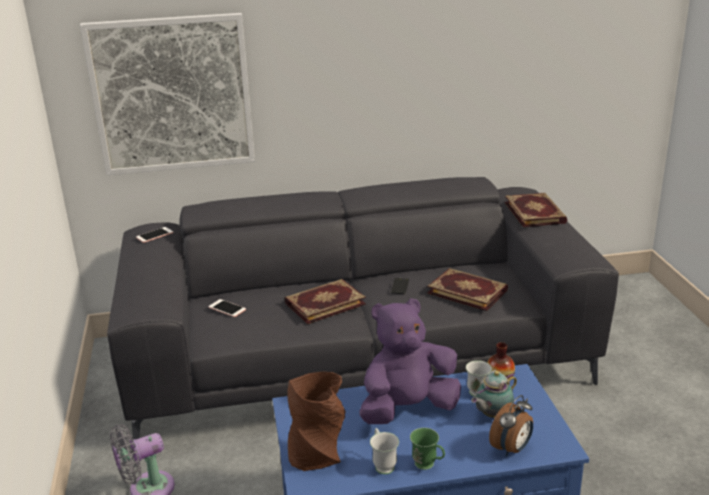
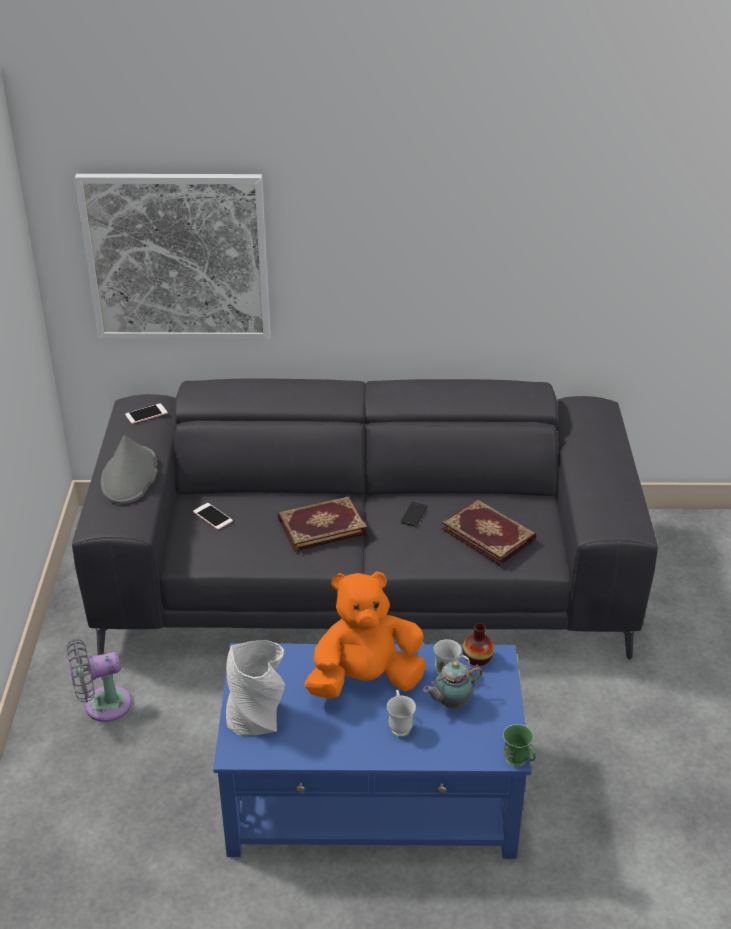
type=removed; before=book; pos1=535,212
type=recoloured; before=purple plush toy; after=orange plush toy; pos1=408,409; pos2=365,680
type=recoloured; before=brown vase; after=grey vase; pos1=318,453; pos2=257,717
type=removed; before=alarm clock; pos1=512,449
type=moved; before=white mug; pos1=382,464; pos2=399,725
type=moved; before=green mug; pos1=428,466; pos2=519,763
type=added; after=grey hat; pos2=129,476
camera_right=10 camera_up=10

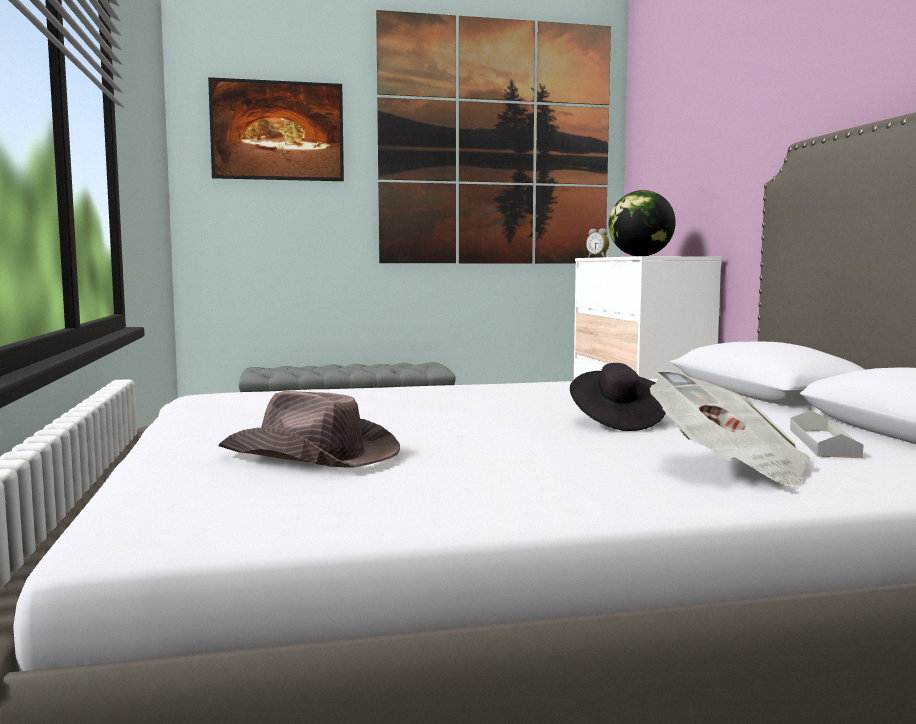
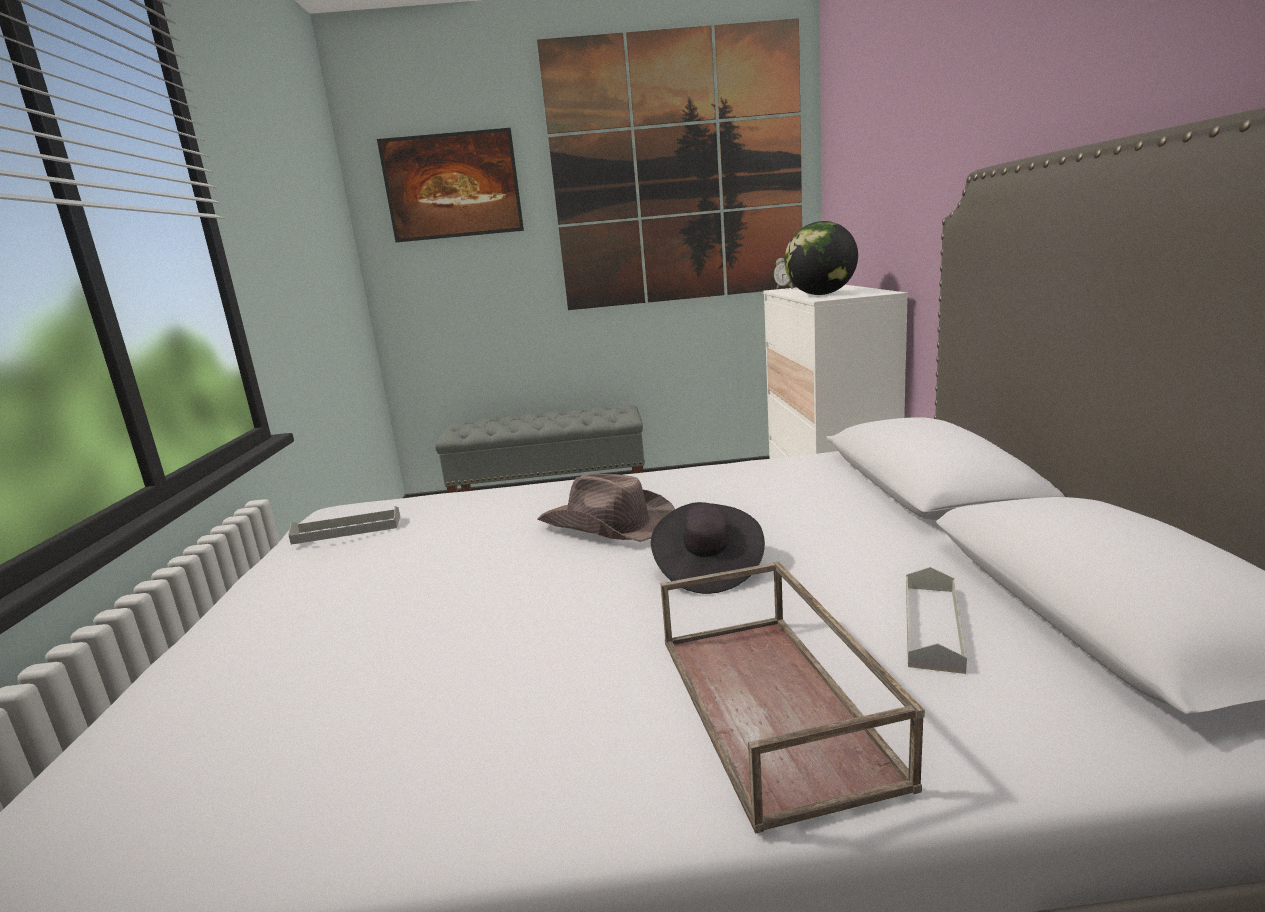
type=replaced; before=newspaper; after=brown tray; pos1=729,468; pos2=775,706
type=moved; before=brown hat; pos1=311,456; pos2=608,524
type=added; after=grey tray; pos2=347,530
camera_right=10 camera_up=10

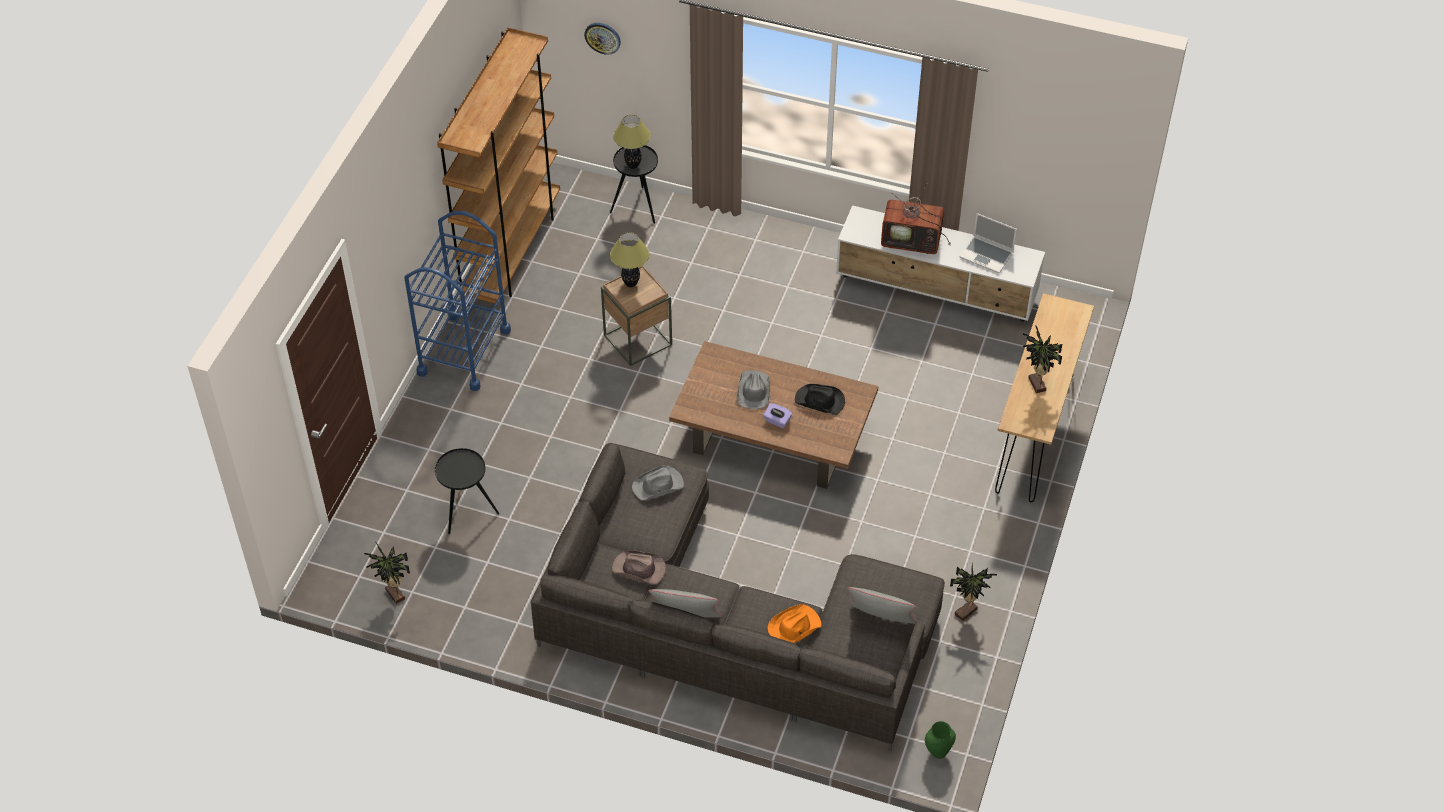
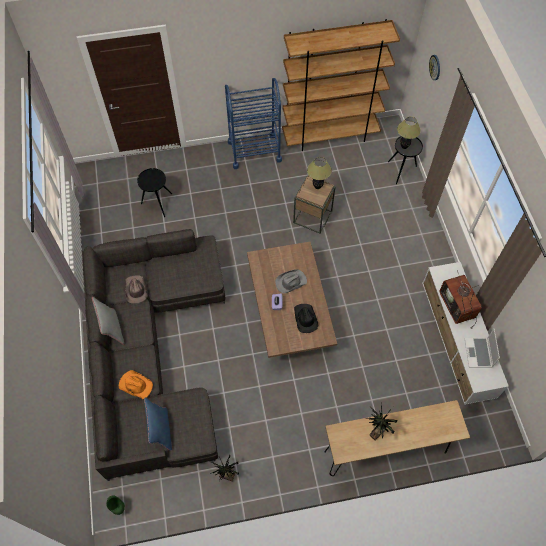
type=removed; before=grey hat; pos1=658,485
type=removed; before=potted plant; pos1=394,595
type=recoloured; before=grey pillow; after=blue pillow; pos1=880,624; pos2=161,430
camera_right=60 camera_up=10

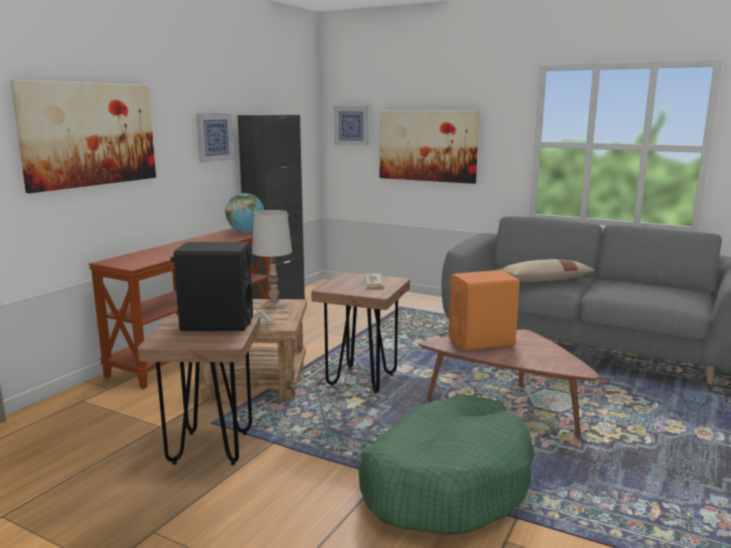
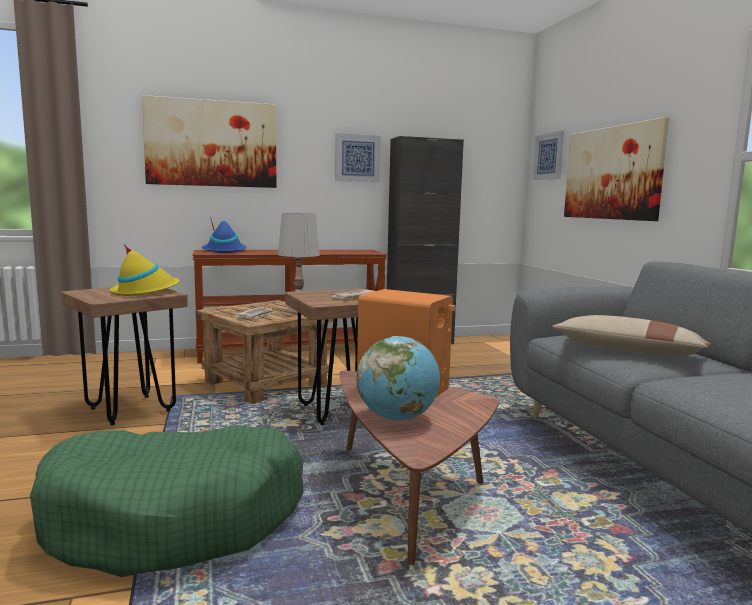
type=moved; before=globe; pos1=246,232; pos2=397,418
type=replaced; before=black speaker; after=yellow hat; pos1=217,323; pos2=145,292
type=added; after=blue hat; pos2=224,251
camera_right=45 camera_up=-5

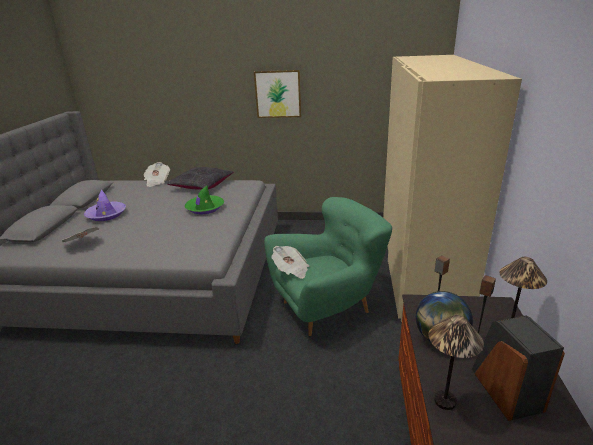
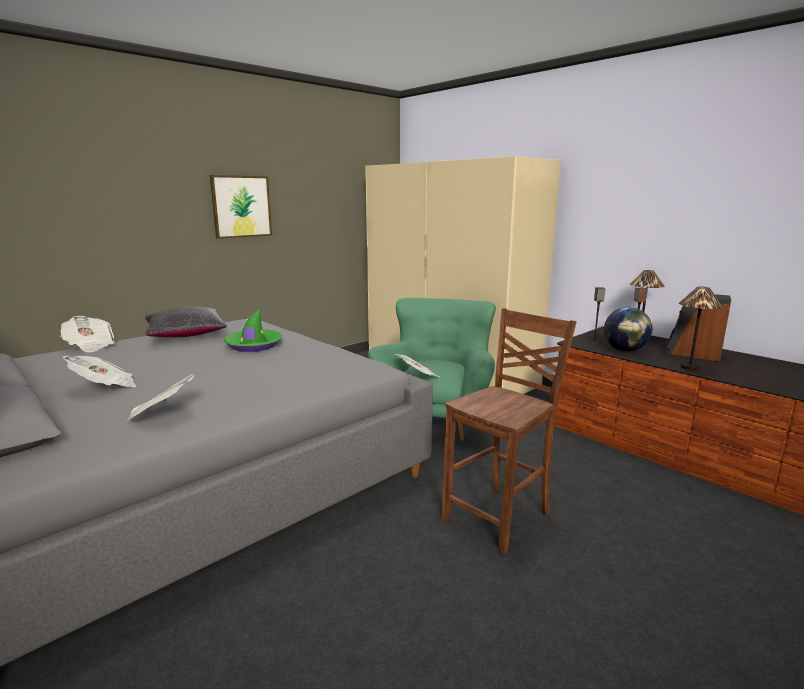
type=replaced; before=purple hat; after=newspaper; pos1=106,215; pos2=105,387
type=added; after=brown chair; pos2=500,517
camera_right=-50 camera_up=-10

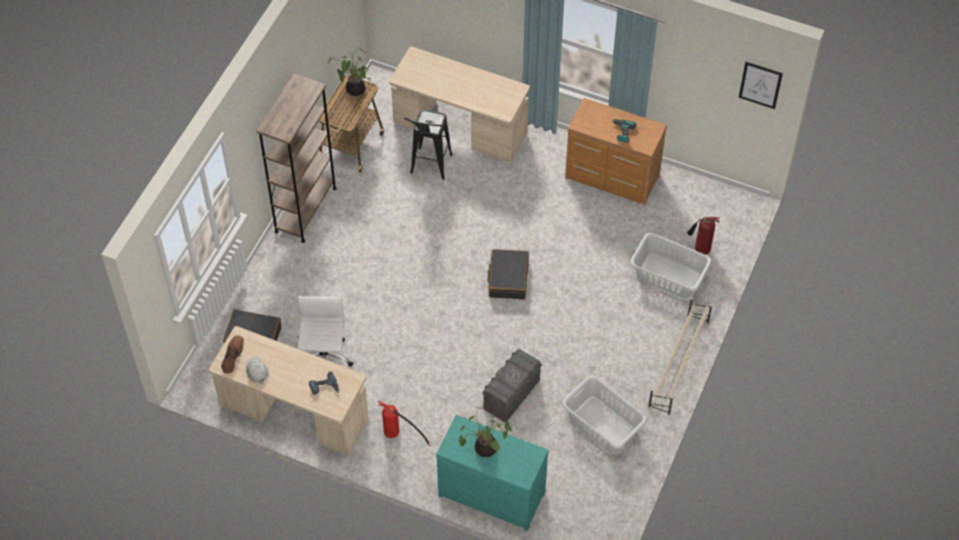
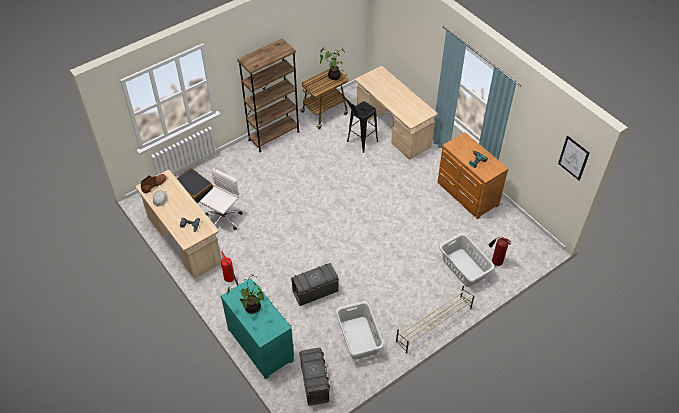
type=removed; before=black suitcase; pos1=508,279
type=added; after=grey storage box; pos2=314,383
camera_right=30 camera_up=-5

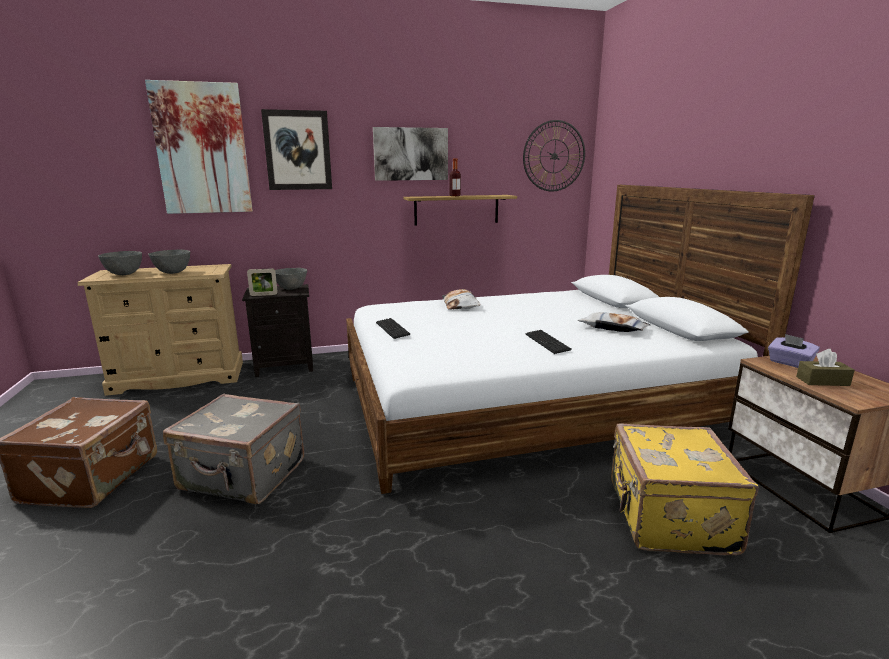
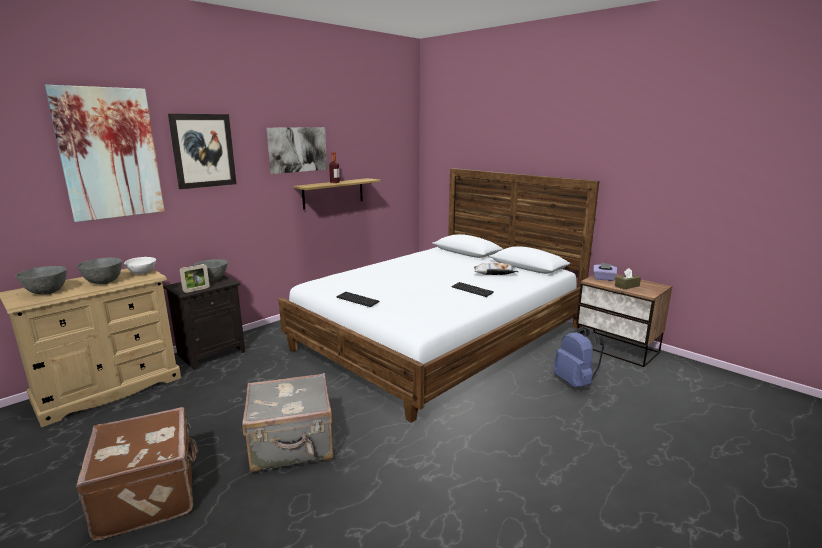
type=removed; before=wall clock; pos1=554,156
type=removed; before=pillow; pos1=460,305
type=replaced; before=yellow suitcase; after=blue backpack; pos1=667,517; pos2=575,382
type=added; after=white bowl; pos2=142,273
camera_right=-30 camera_up=0

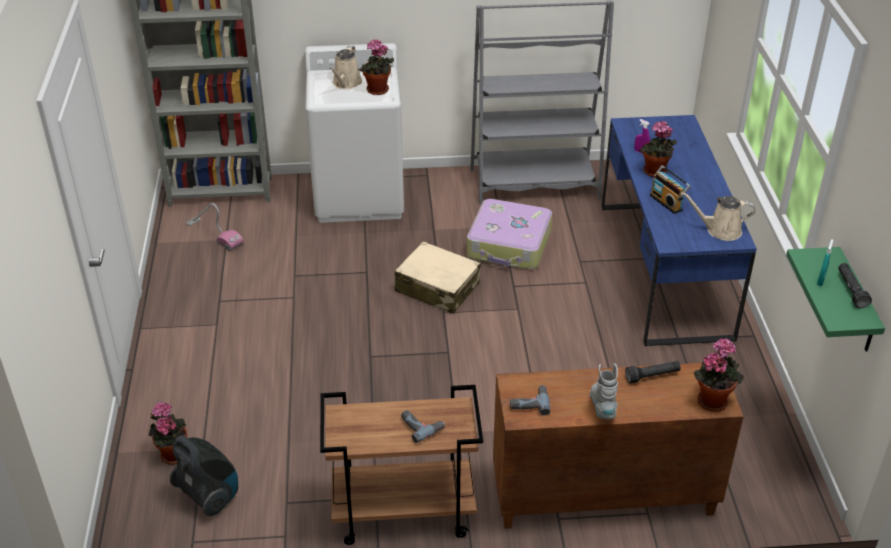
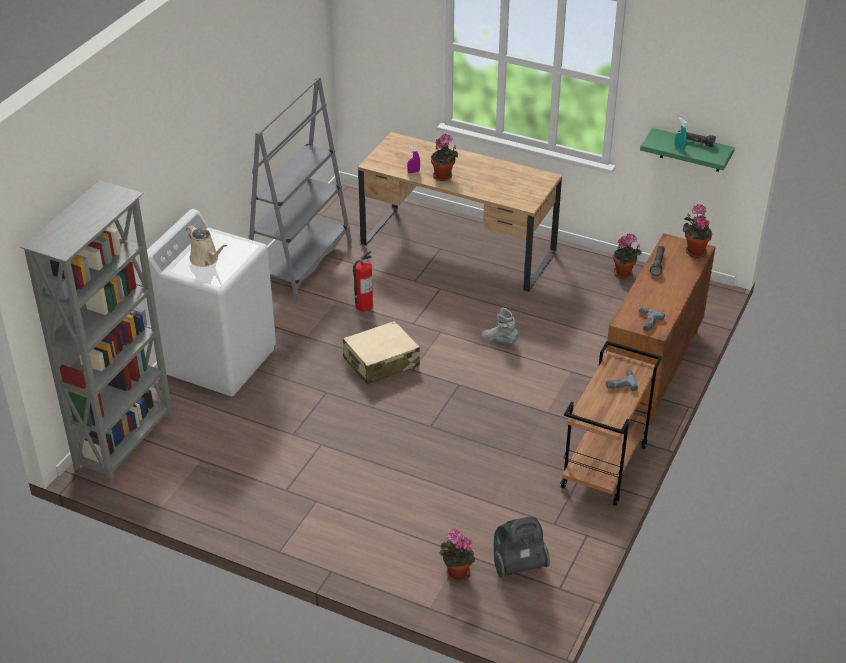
type=moved; before=potted plant; pos1=377,91; pos2=624,273
type=recoloured; before=blue desk; after=brown desk; pos1=663,269; pos2=457,248
type=removed; before=radio; pos1=667,202
type=removed; before=beige watering can; pos1=720,230
type=replaced; before=suitcase; after=fire extinguisher; pos1=509,245; pos2=363,306
type=removed; before=vacuum cleaner; pos1=214,234
type=moved; before=grey boot; pos1=602,407; pos2=499,341
camera_right=-60 camera_up=0

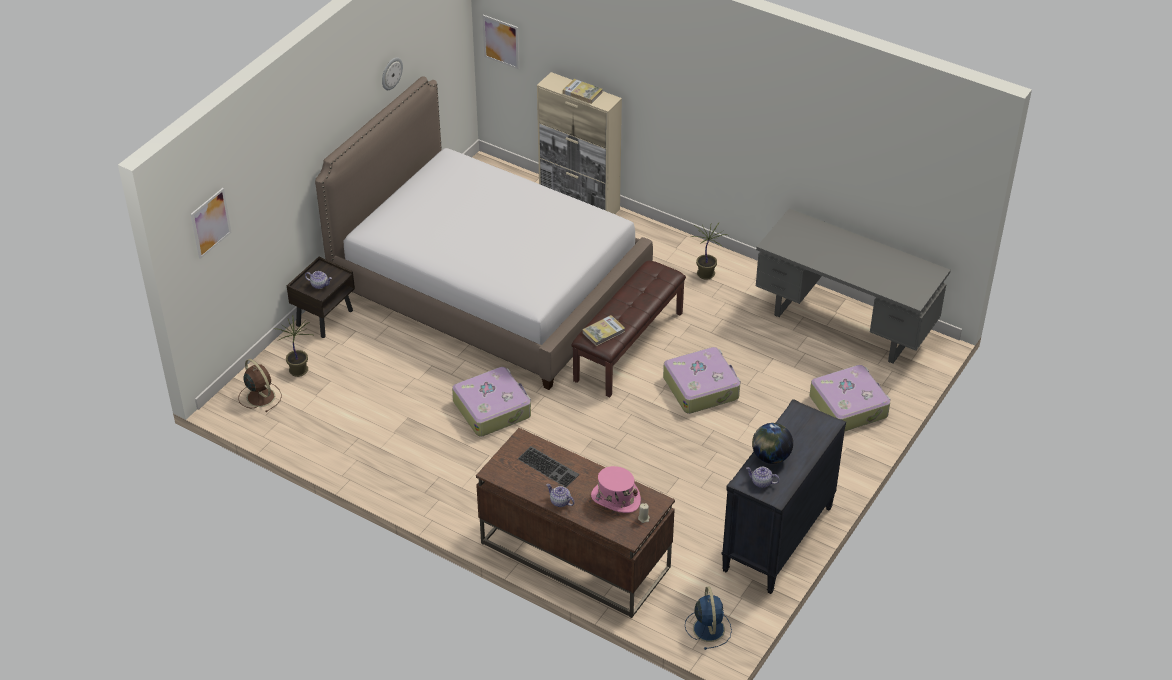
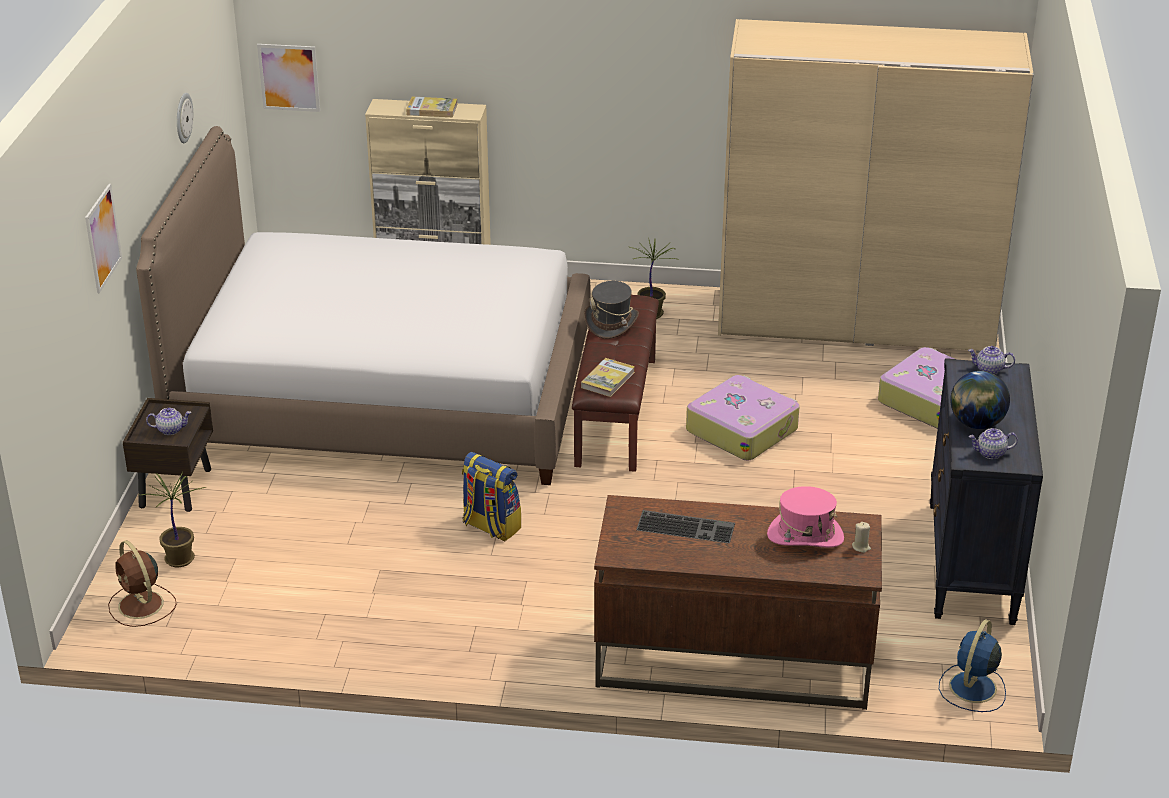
type=moved; before=picture; pos1=210,223; pos2=103,238
type=replaced; before=grey desk; after=beige wardrobe; pos1=845,324; pos2=856,321
type=turned; before=brown fan; pos1=260,396; pos2=142,606; turn=-150
type=replaced; before=suitcase; after=backpack; pos1=492,408; pos2=490,526
type=moved; before=teapot; pos1=560,502; pos2=989,370
type=turned; before=blue fan; pos1=708,628; pos2=972,688; turn=-120
type=added; after=grey hat; pos2=611,323
camera_right=-25 camera_up=-10

